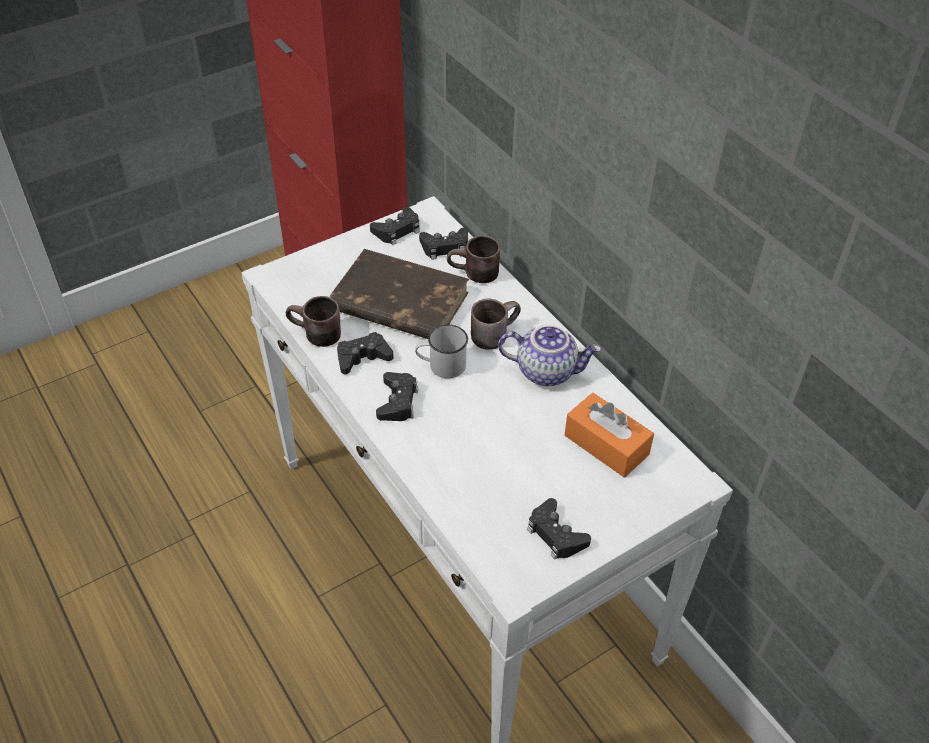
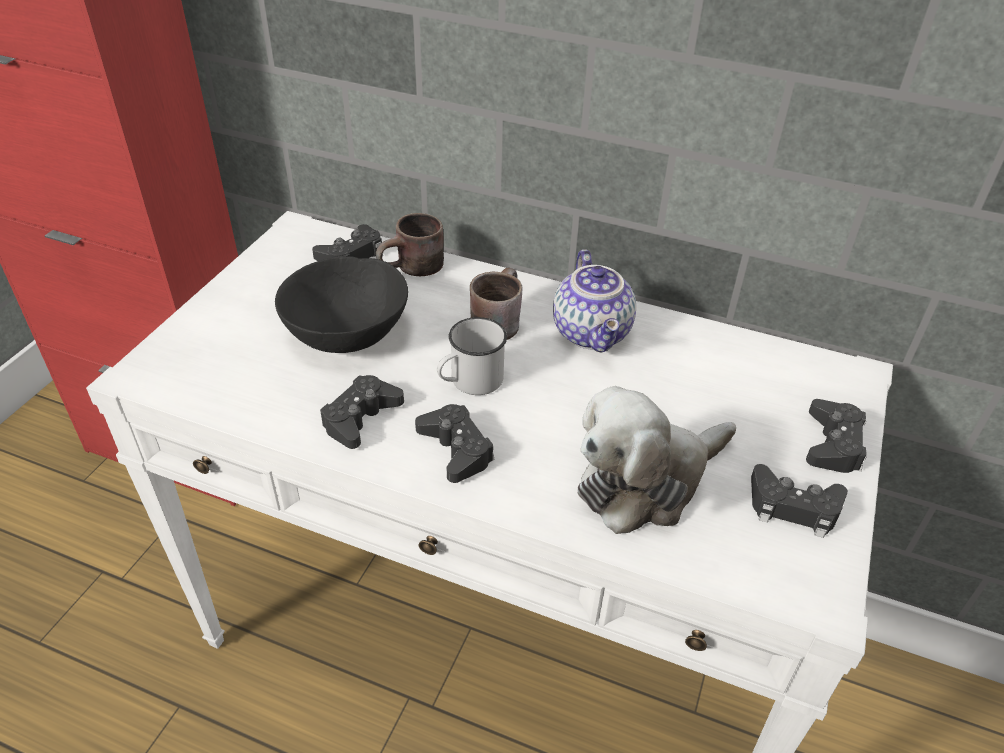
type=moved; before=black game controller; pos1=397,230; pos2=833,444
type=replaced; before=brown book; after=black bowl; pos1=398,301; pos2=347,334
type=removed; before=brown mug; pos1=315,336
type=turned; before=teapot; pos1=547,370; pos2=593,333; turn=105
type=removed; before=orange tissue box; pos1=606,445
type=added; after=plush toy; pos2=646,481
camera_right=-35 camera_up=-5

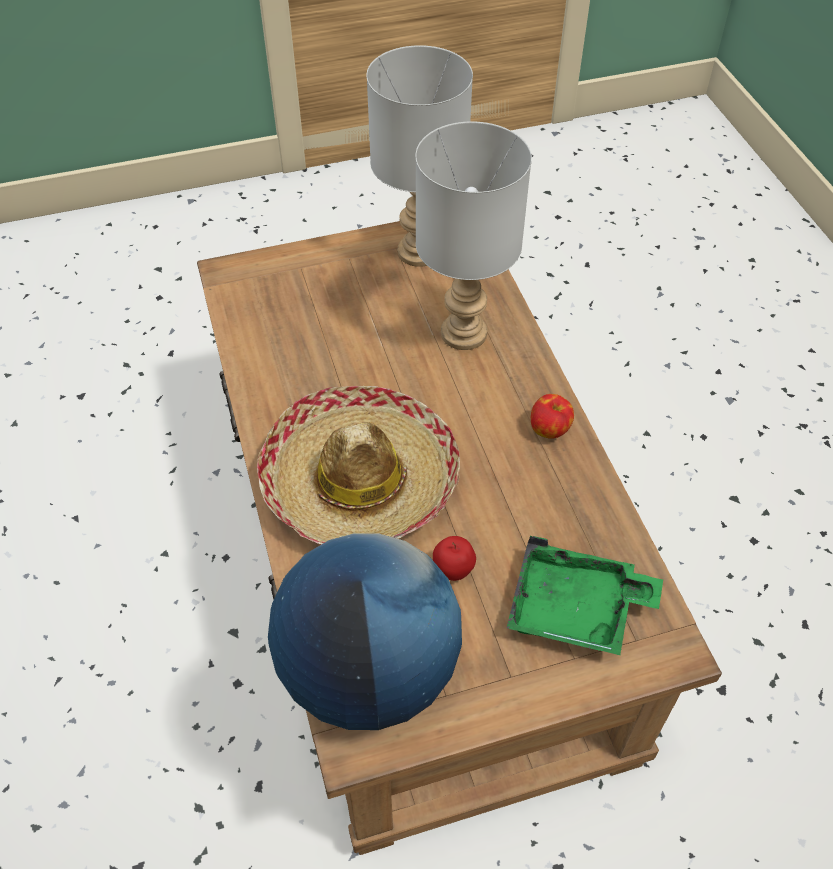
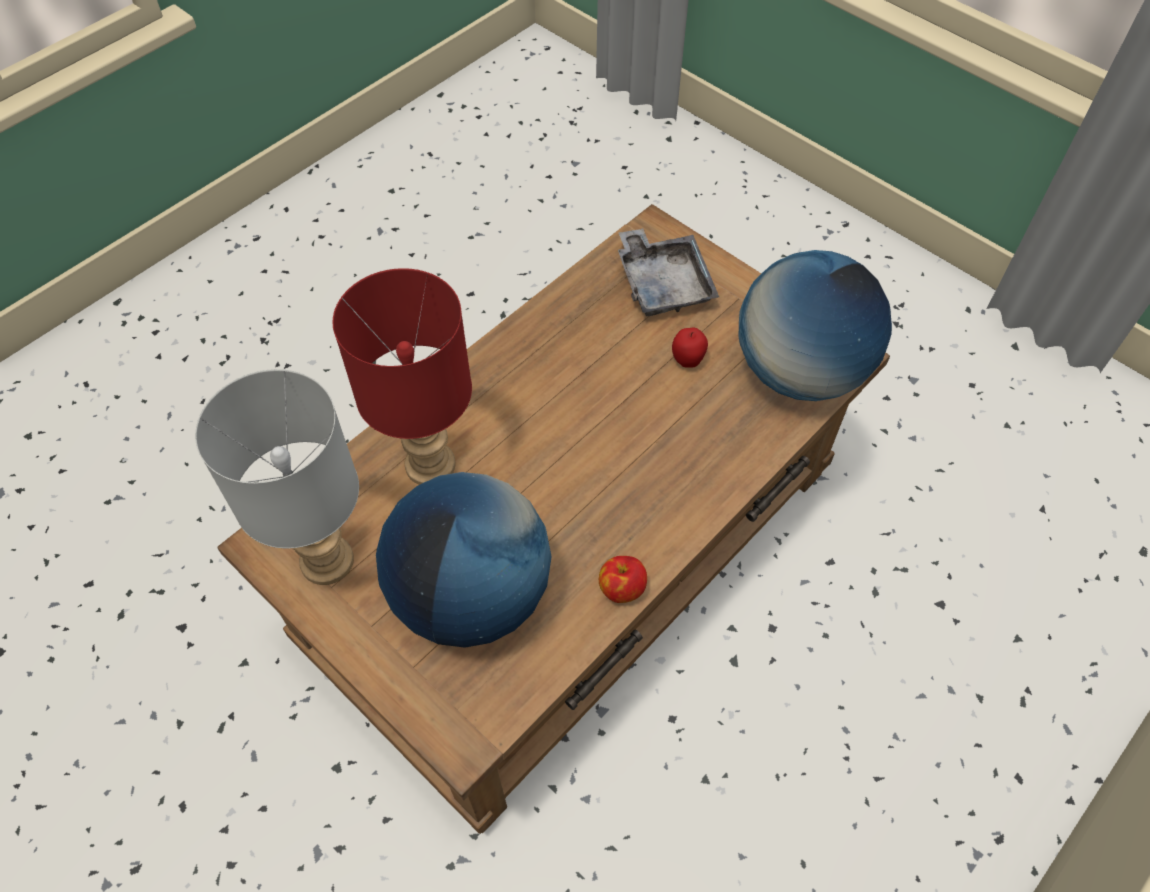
type=recoloured; before=grey table lamp; after=red table lamp; pos1=465,333; pos2=429,463
type=removed; before=hat; pos1=360,481
type=moved; before=apple; pos1=549,430; pos2=621,589
type=recoloured; before=green tray; after=grey tray; pos1=575,609; pos2=663,283
type=added; after=globe; pos2=471,595
camera_right=-120 camera_up=5

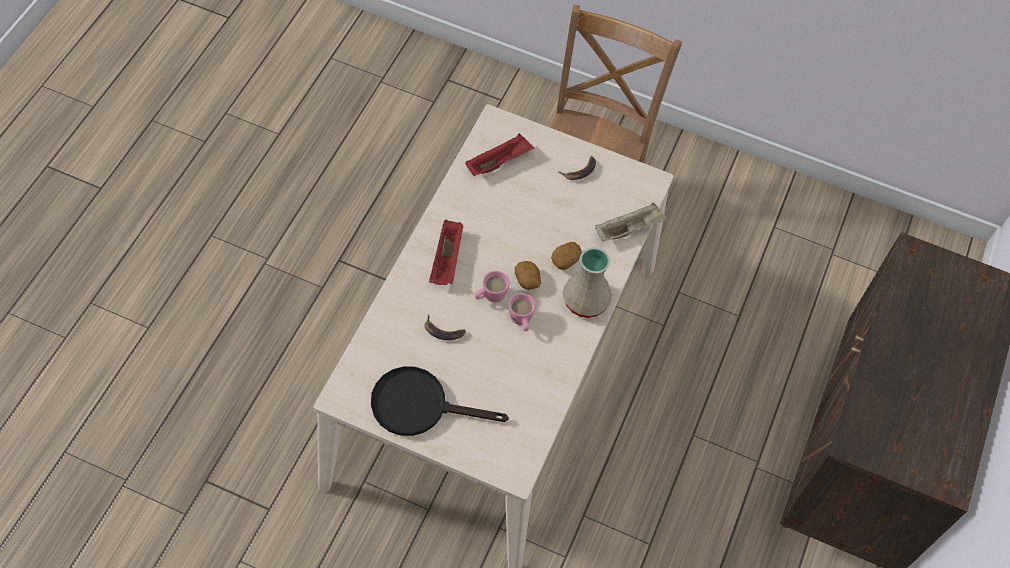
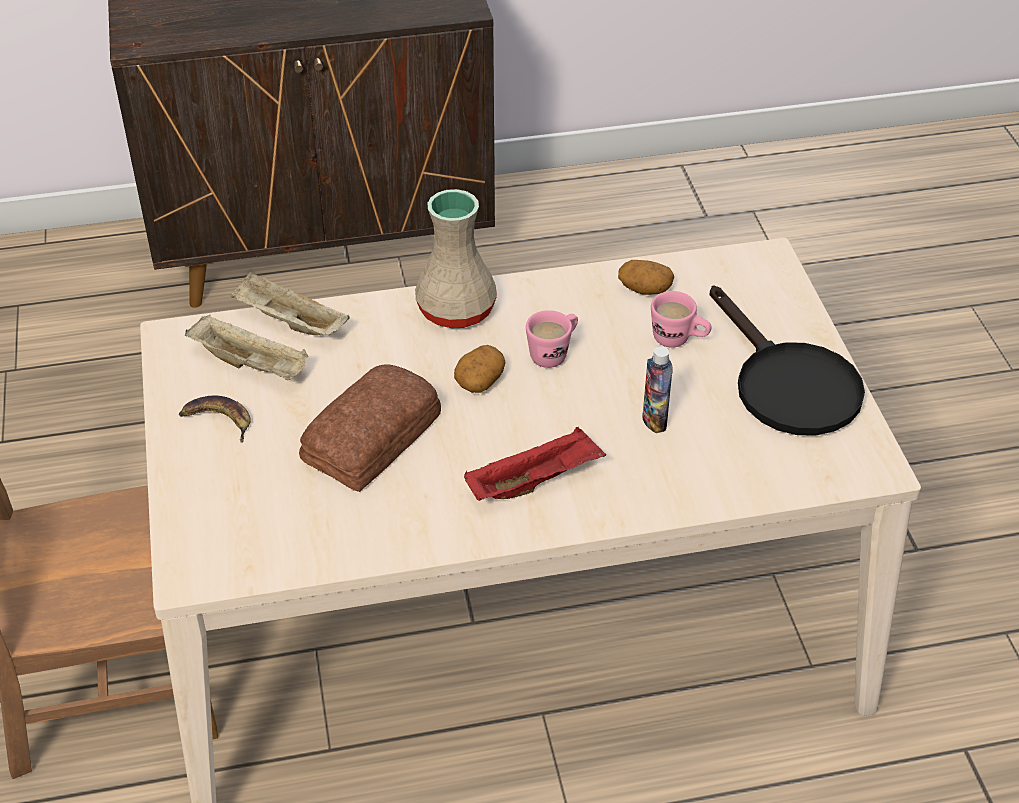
type=removed; before=red tray; pos1=499,162
type=moved; before=potato; pos1=565,260; pos2=644,288
type=moved; before=pink mug; pos1=490,297; pos2=678,340
type=replaced; before=banana; after=bottle; pos1=443,331; pos2=654,421
type=added; after=beige tray; pos2=251,364
type=added; after=bread; pos2=375,439
camera_right=-120 camera_up=-15

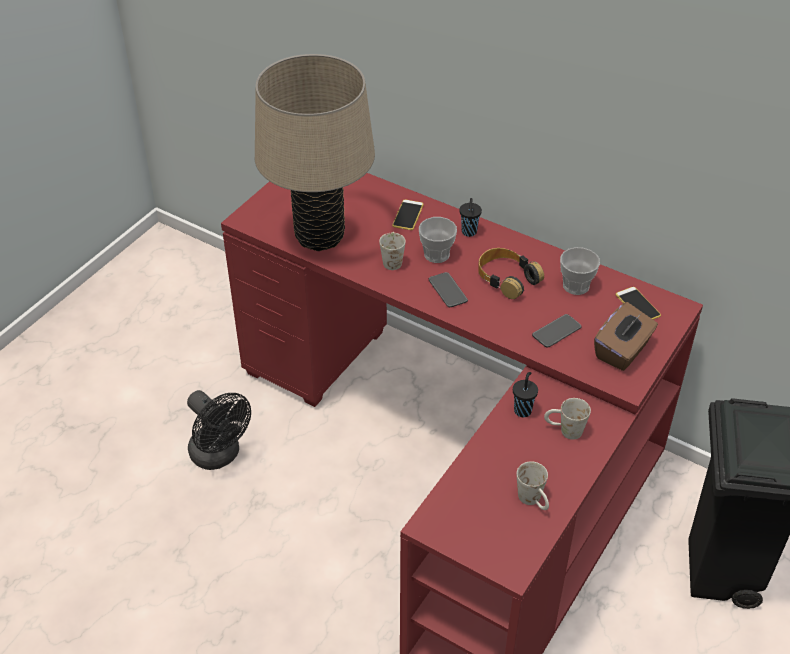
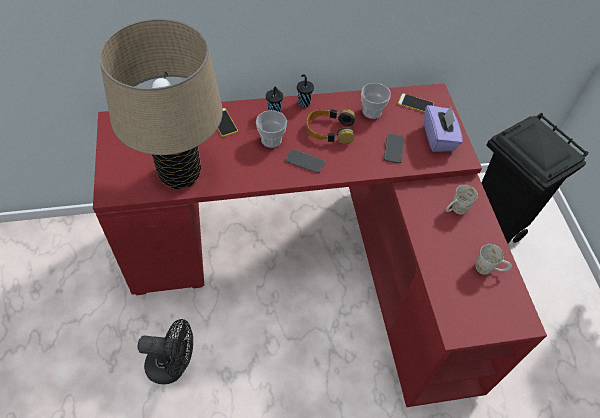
type=removed; before=white mug; pos1=392,259
type=recoloured; before=brown tissue box; after=purple tissue box; pos1=622,351; pos2=439,138
type=moved; before=black cup; pos1=523,410; pos2=303,102
camera_right=-45 camera_up=10

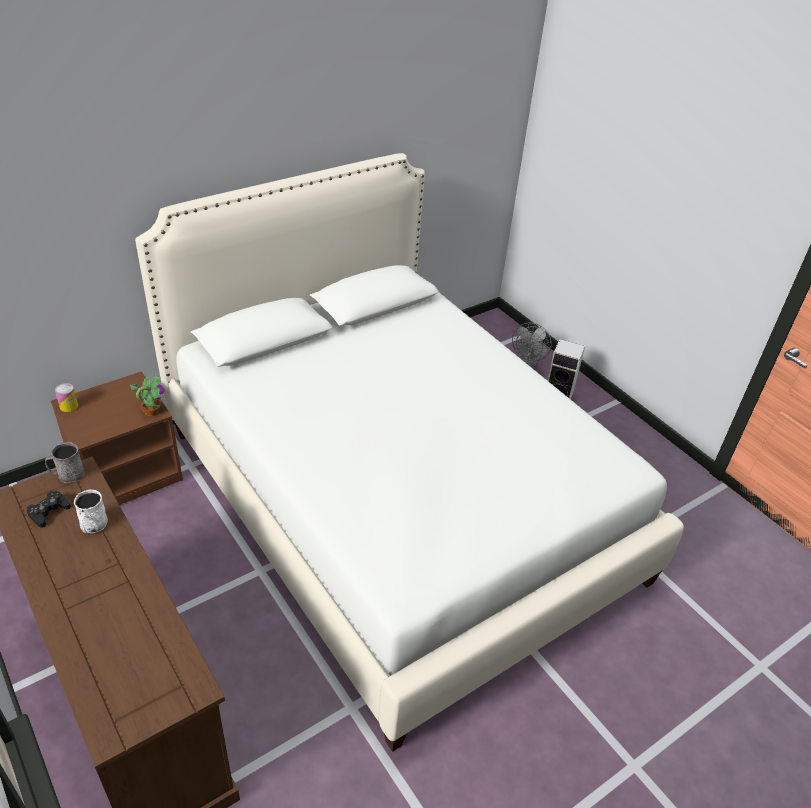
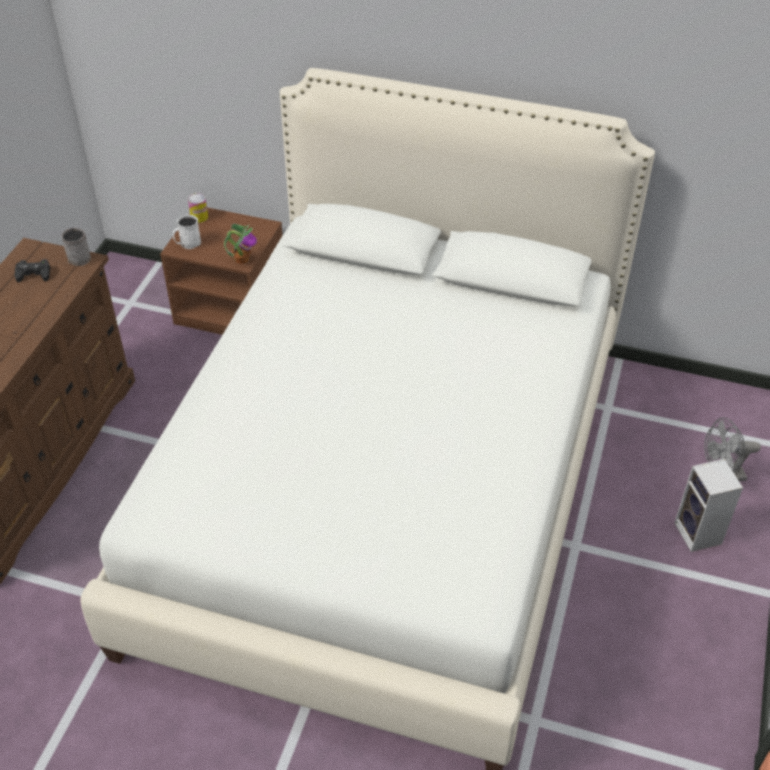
type=moved; before=white mug; pos1=93,526; pos2=187,243
camera_right=55 camera_up=5

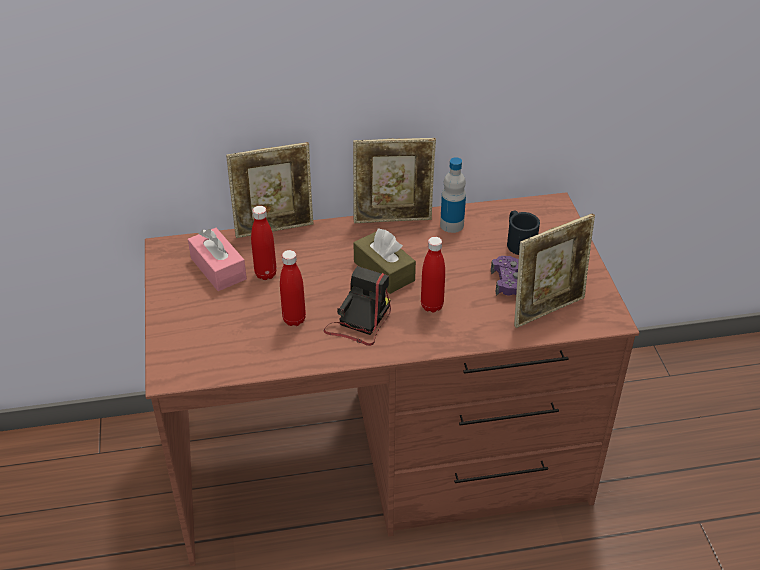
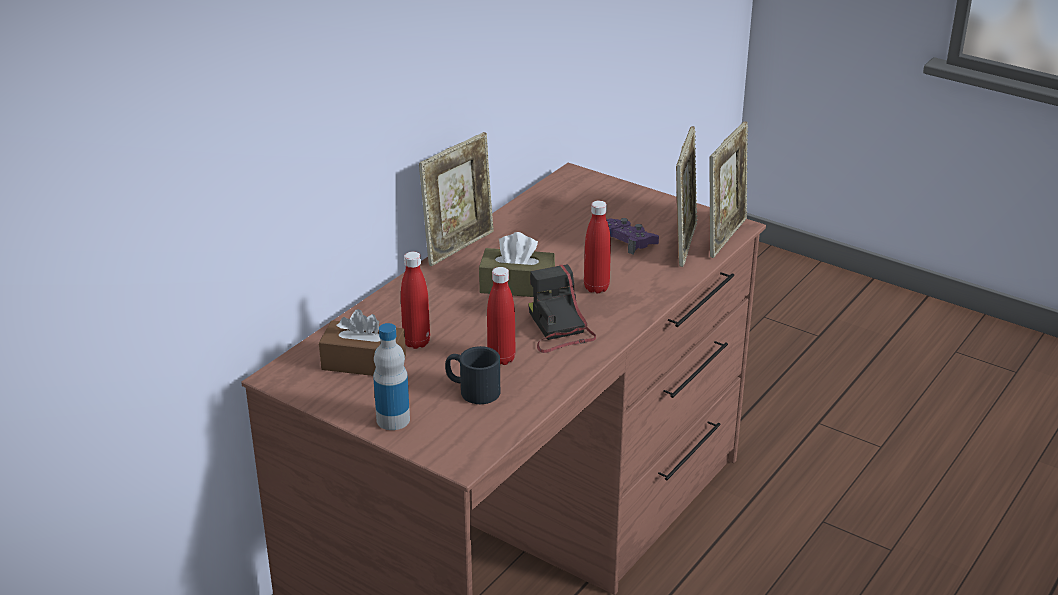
type=moved; before=picture frame; pos1=275,228; pos2=725,236
type=moved; before=bottle; pos1=452,225; pos2=393,419
type=moved; before=black mug; pos1=518,241; pos2=472,390
type=recoloured; before=pink tissue box; after=brown tissue box; pos1=218,268; pos2=363,363
camera_right=-45 camera_up=-10

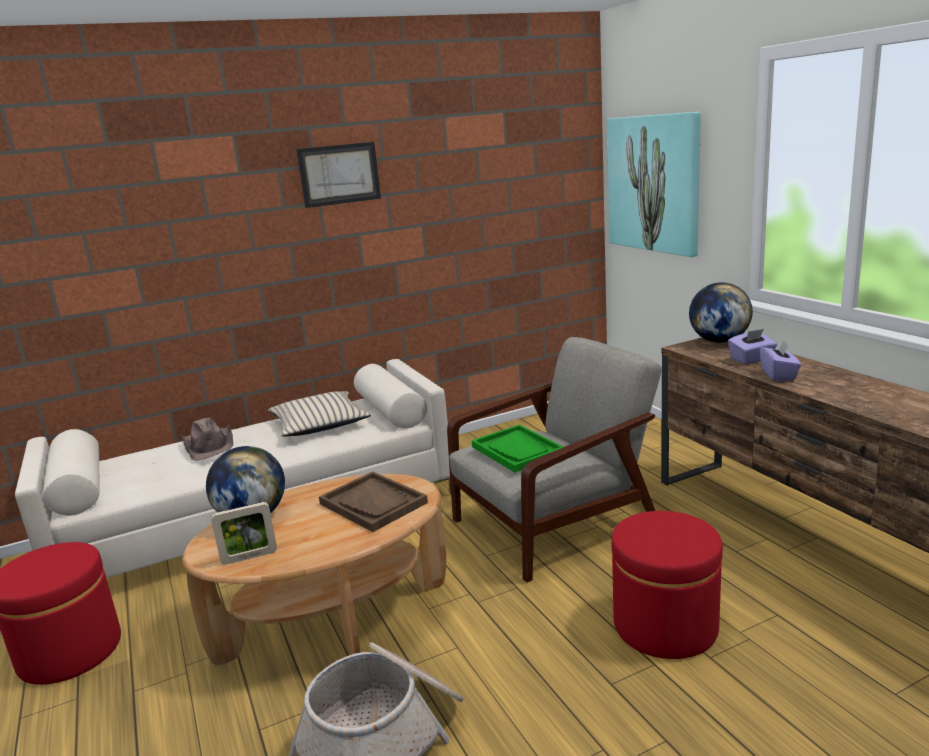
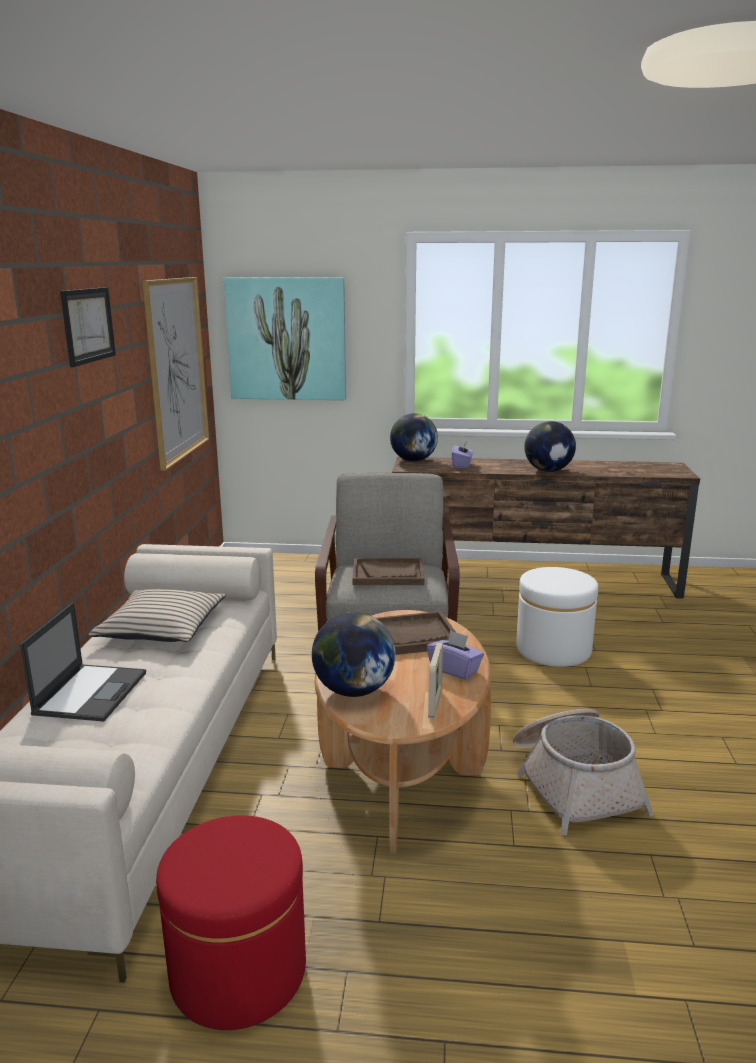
type=moved; before=purple tissue box; pos1=779,375; pos2=455,670
type=replaced; before=brown hat; after=laptop; pos1=210,445; pos2=91,692
type=recoloured; before=green tray; after=brown tray; pos1=517,450; pos2=388,574
type=recoloured; before=red ottoman; after=white ottoman; pos1=665,626; pos2=553,650
type=added; after=picture; pos2=177,369
type=added; after=globe; pos2=548,470
camera_right=-60 camera_up=0

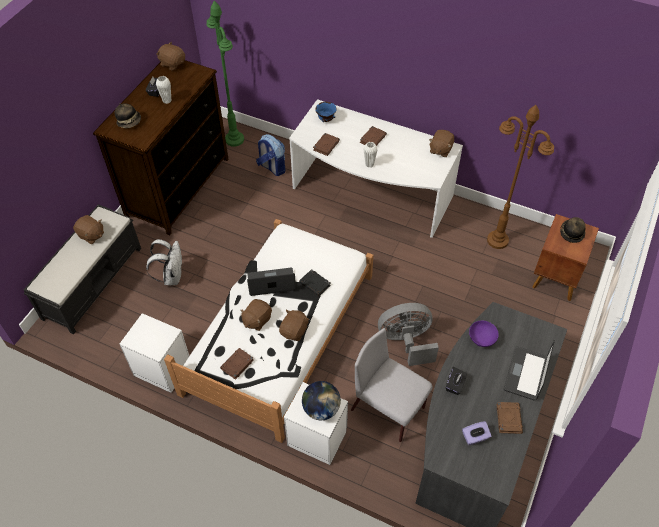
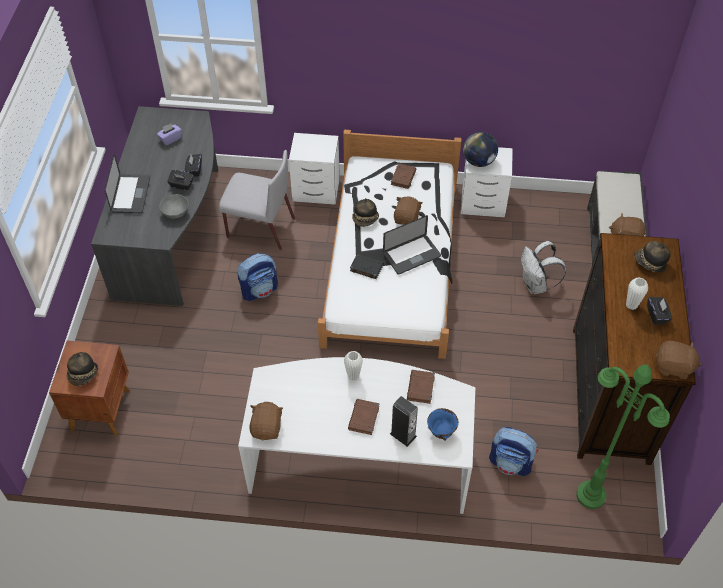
type=removed; before=brown floor lamp; pos1=498,240
type=replaced; before=grey fan; after=backpack; pos1=406,342; pos2=259,290
type=replaced; before=brown plush toy; after=hat; pos1=294,331; pos2=365,219
type=recoloured; before=purple bowl; after=grey bowl; pos1=482,339; pos2=175,212
type=moved; before=globe; pos1=321,409; pos2=479,161
type=removed; before=brown book; pos1=508,418
type=added; after=black tissue box; pos2=181,185
type=added; after=speaker; pos2=403,435
camera_right=160 camera_up=0

